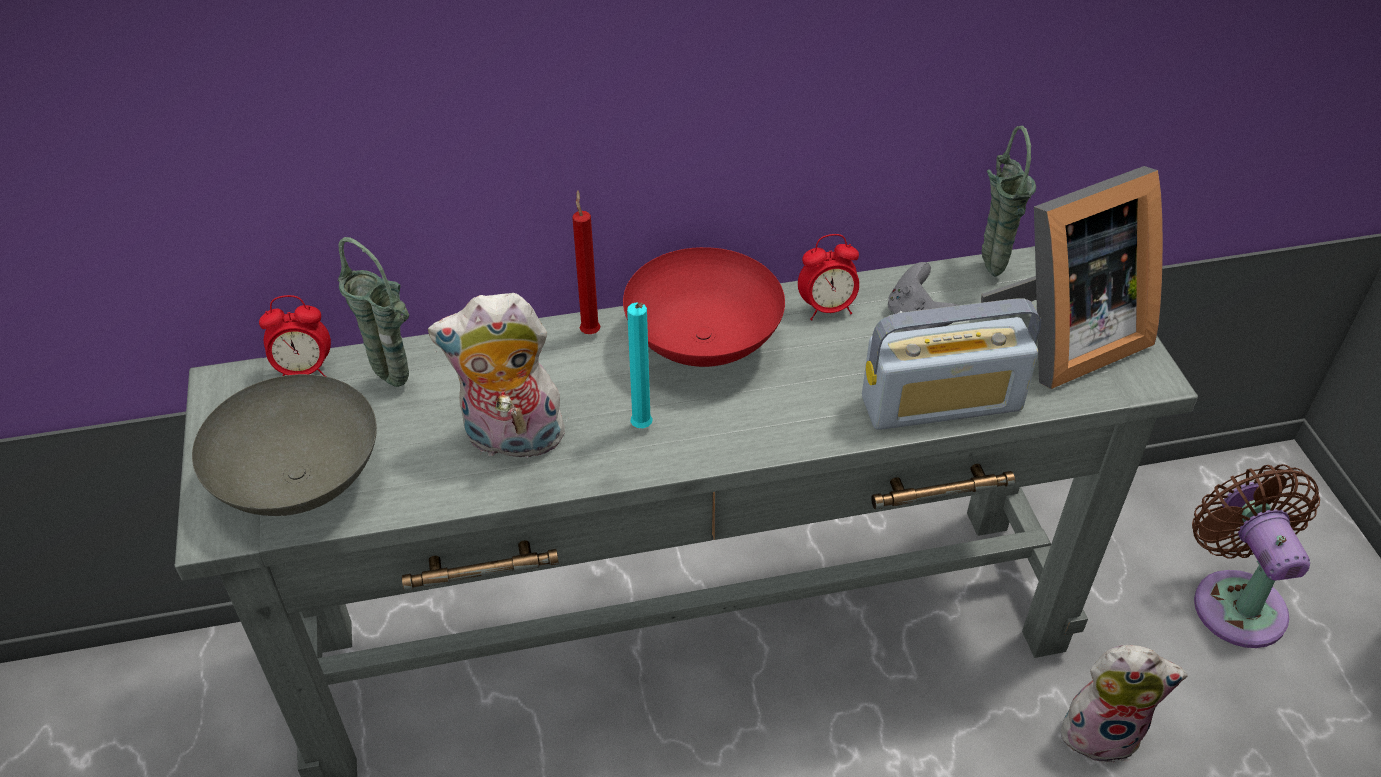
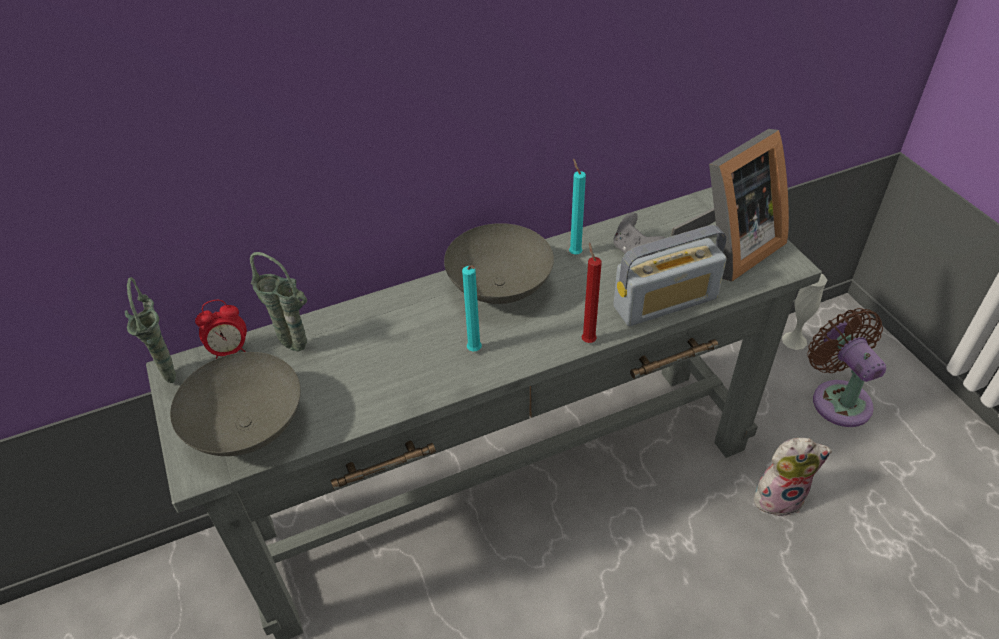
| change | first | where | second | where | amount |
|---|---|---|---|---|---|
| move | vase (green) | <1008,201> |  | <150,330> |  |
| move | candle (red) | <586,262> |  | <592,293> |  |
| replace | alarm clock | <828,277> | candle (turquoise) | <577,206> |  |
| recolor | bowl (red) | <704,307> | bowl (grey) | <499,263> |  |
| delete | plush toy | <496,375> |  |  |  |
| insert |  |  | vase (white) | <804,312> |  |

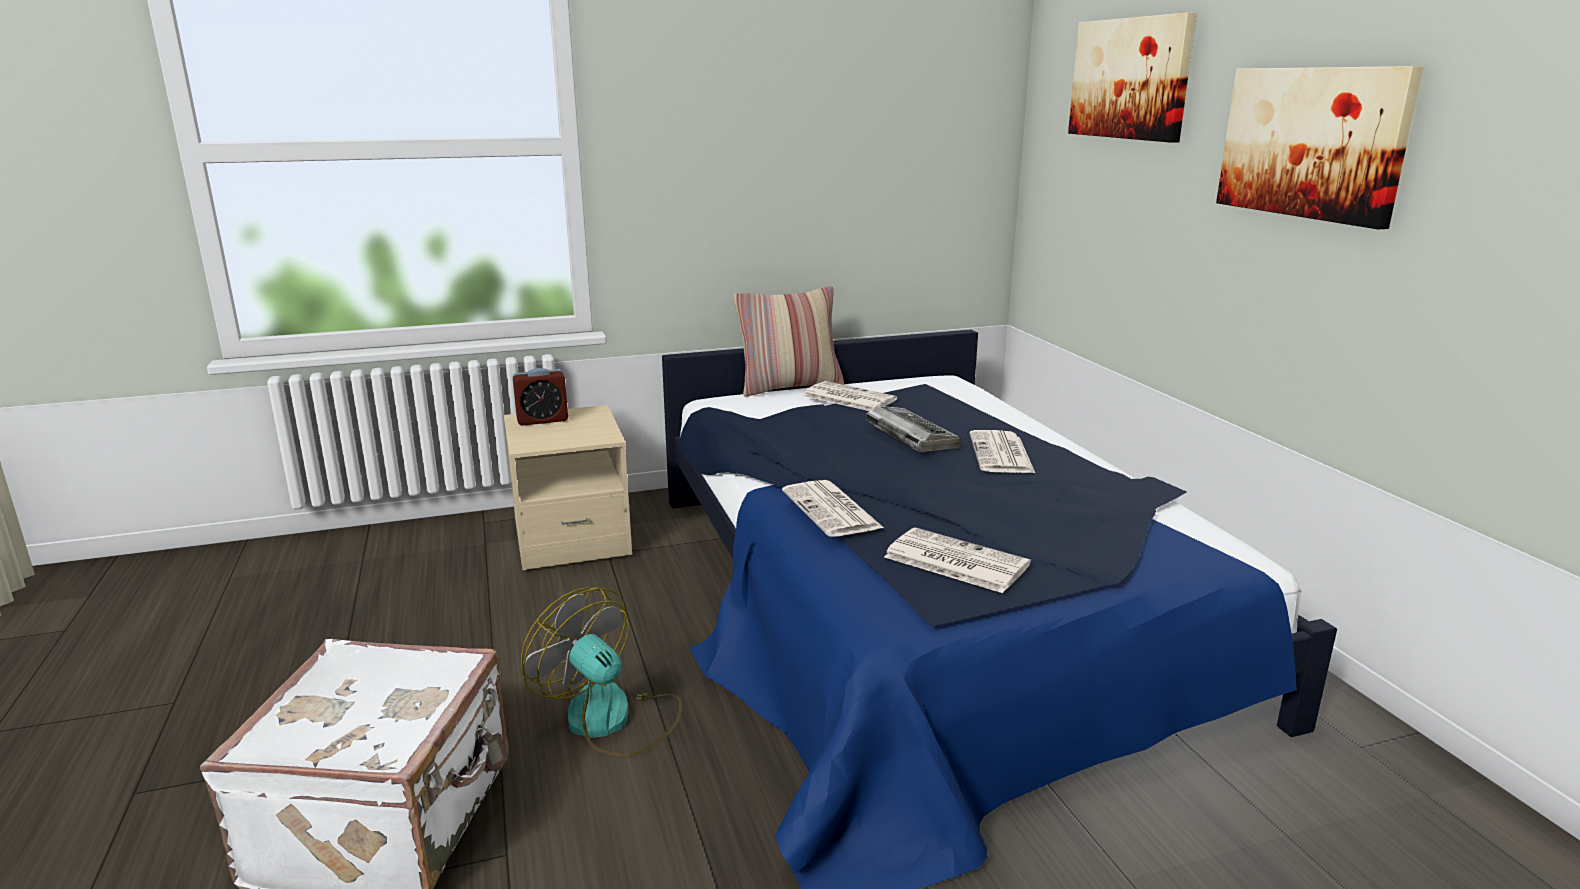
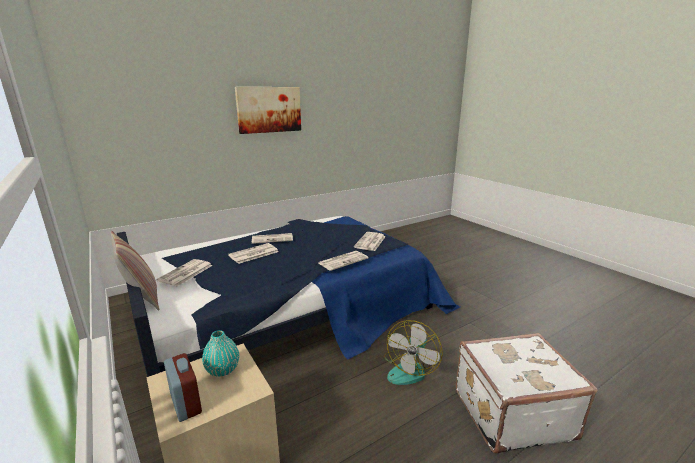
| change | first | where | second | where | amount |
|---|---|---|---|---|---|
| delete | picture | <1132,77> |  |  |  |
| replace | keyboard | <913,429> | newspaper | <253,253> |  |
| insert |  |  | vase (turquoise) | <220,353> |  |

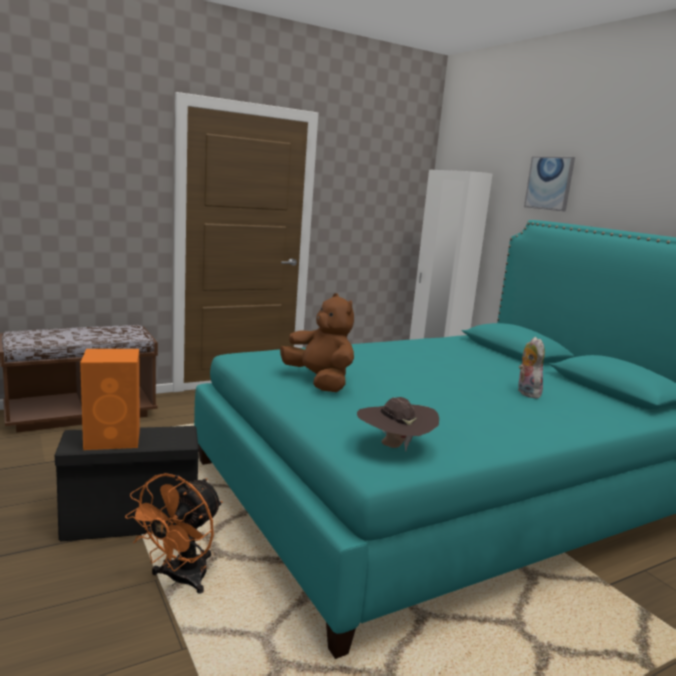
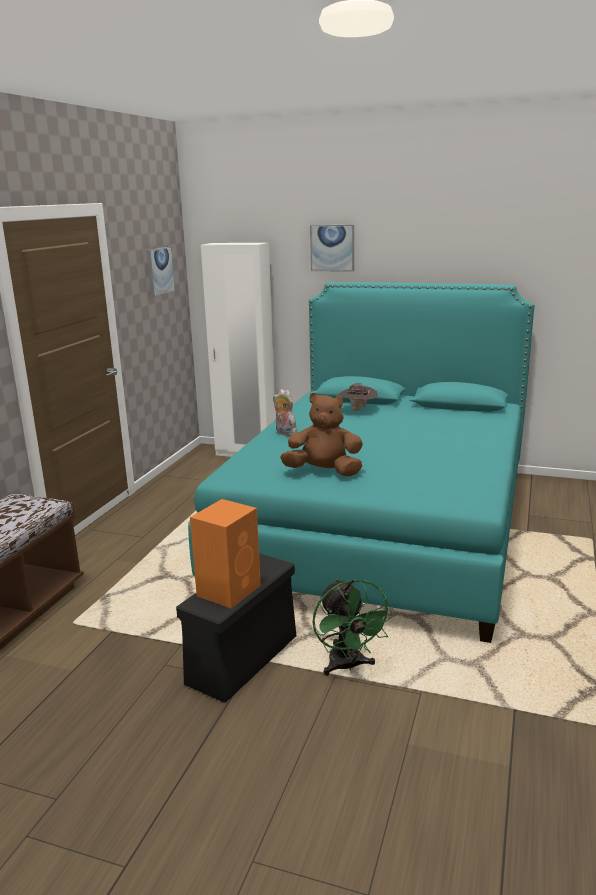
| change | first | where | second | where | amount |
|---|---|---|---|---|---|
| move | plush toy | <531,368> |  | <285,412> |  |
| move | hat (brown) | <398,424> |  | <358,397> |  |
| recolor | fan (orange) | <174,533> | fan (green) | <353,627> |  |
| insert |  |  | picture | <161,272> |  |

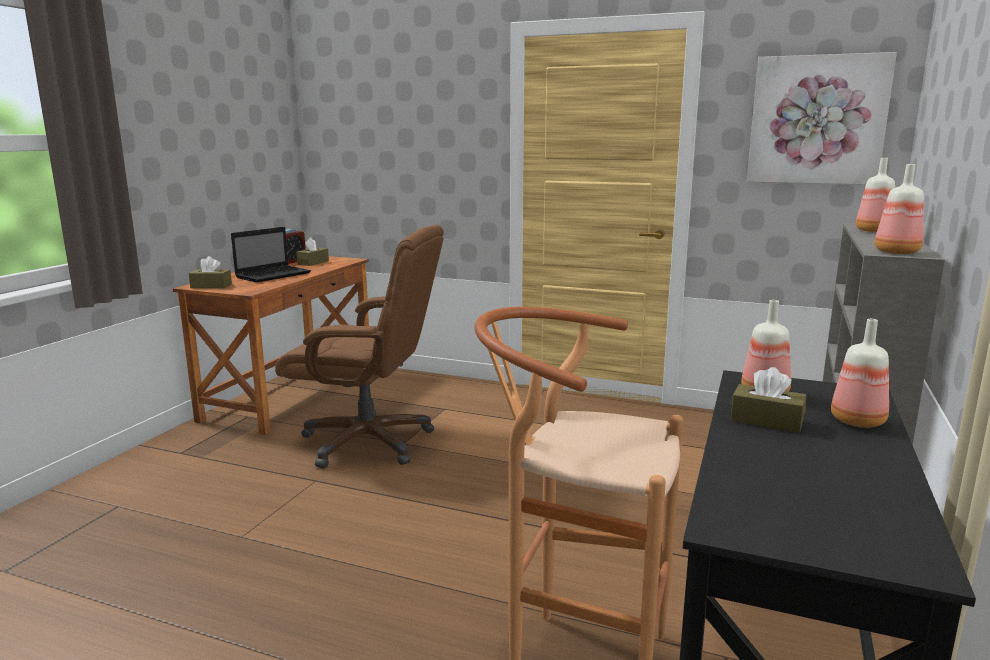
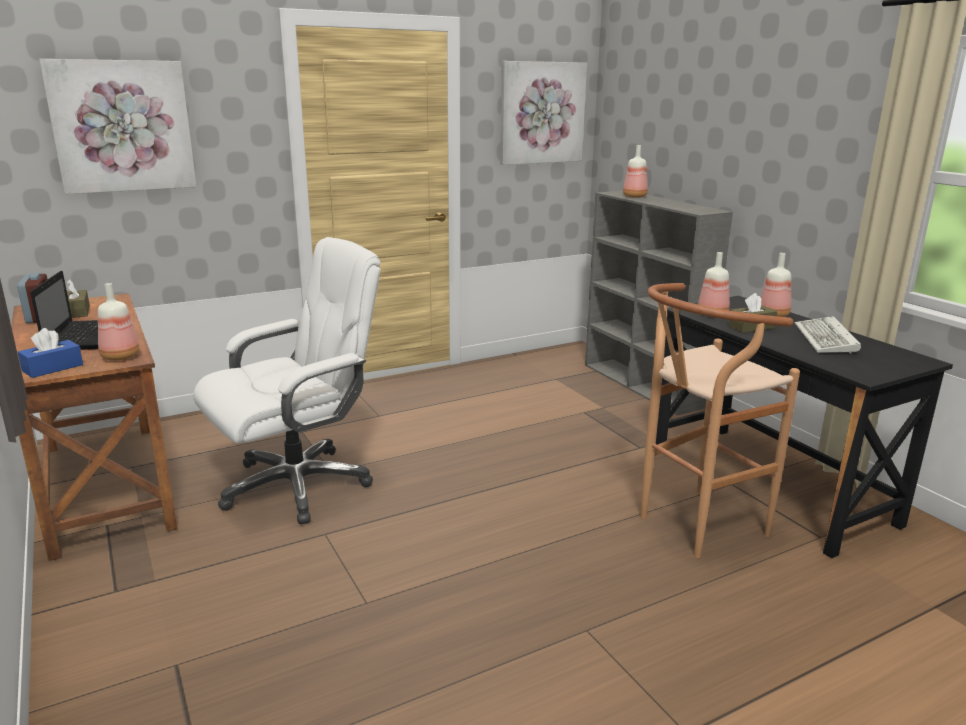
| change | first | where | second | where | amount |
|---|---|---|---|---|---|
| move | bottle | <899,209> |  | <118,322> |  |
| recolor | office chair (brown) | <359,346> | office chair (white) | <287,380> |  |
| recolor | tissue box (brown) | <210,272> | tissue box (blue) | <50,353> |  |
| insert |  |  | picture | <118,126> |  |
| insert |  |  | keyboard | <828,335> |  |

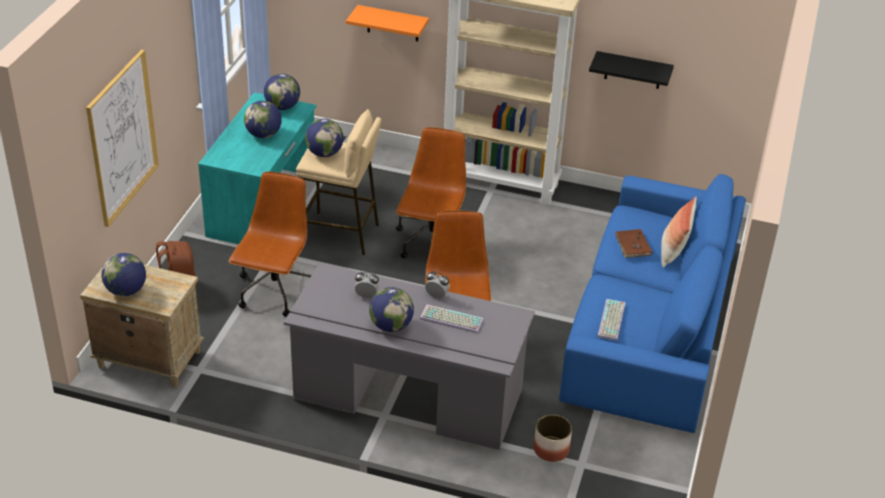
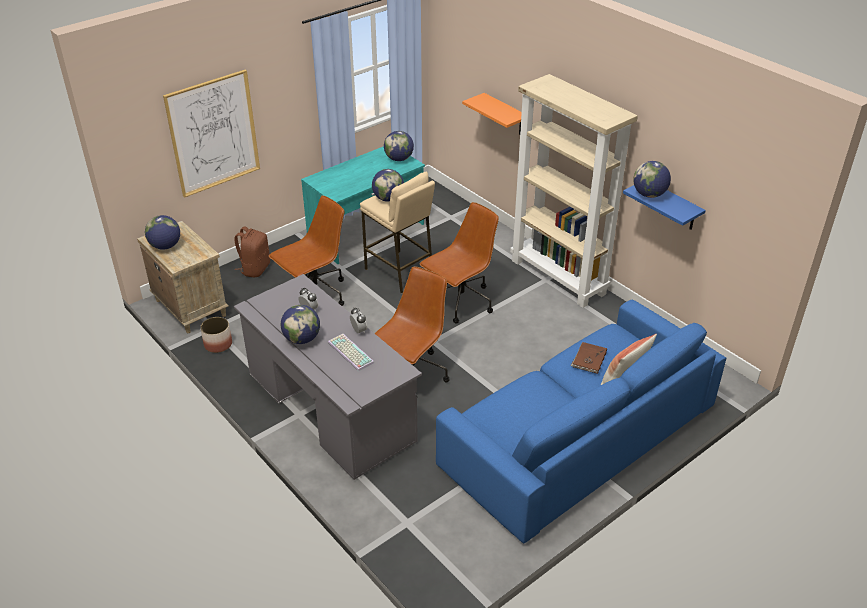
| change | first | where | second | where | amount |
|---|---|---|---|---|---|
| recolor | shelf (black) | <631,70> | shelf (blue) | <664,207> |  |
| move | globe | <263,119> |  | <652,179> |  |
| delete | keyboard | <611,320> |  |  |  |
| move | planter | <553,438> |  | <216,335> |  |

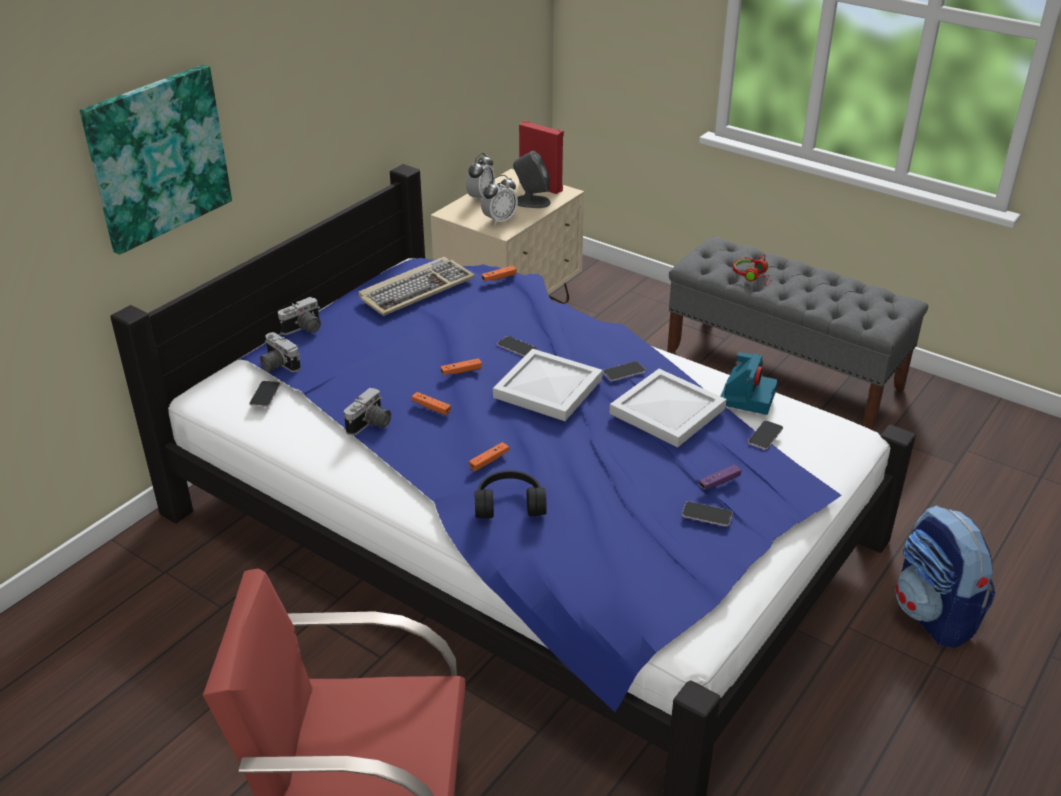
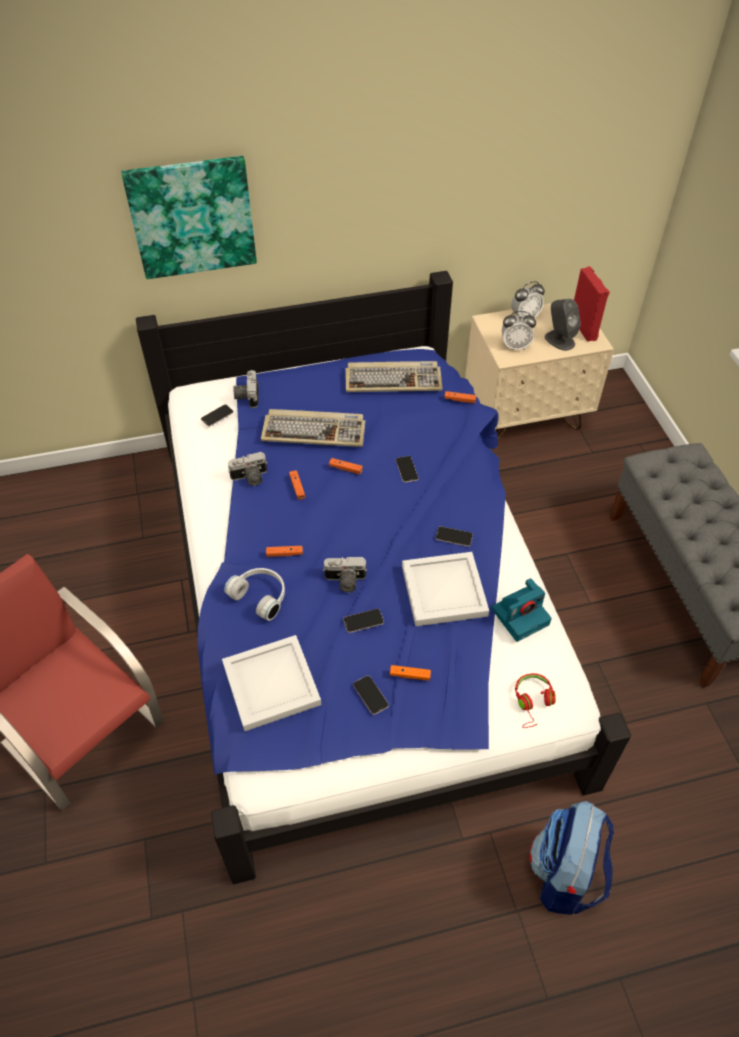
| change | first | where | second | where | amount |
|---|---|---|---|---|---|
| move | headphones (red) | <753,270> |  | <535,700> |  |
| move | photo camera | <299,316> |  | <345,574> |  |
| move | tray (white) | <548,385> |  | <271,683> |  |
| move | phone | <765,435> |  | <363,621> |  |
| recolor | game controller (purple) | <720,477> | game controller (orange) | <410,673> |  |
| recolor | headphones (black) | <510,494> | headphones (white) | <254,594> |  |
| insert |  |  | keyboard | <313,428> |  |

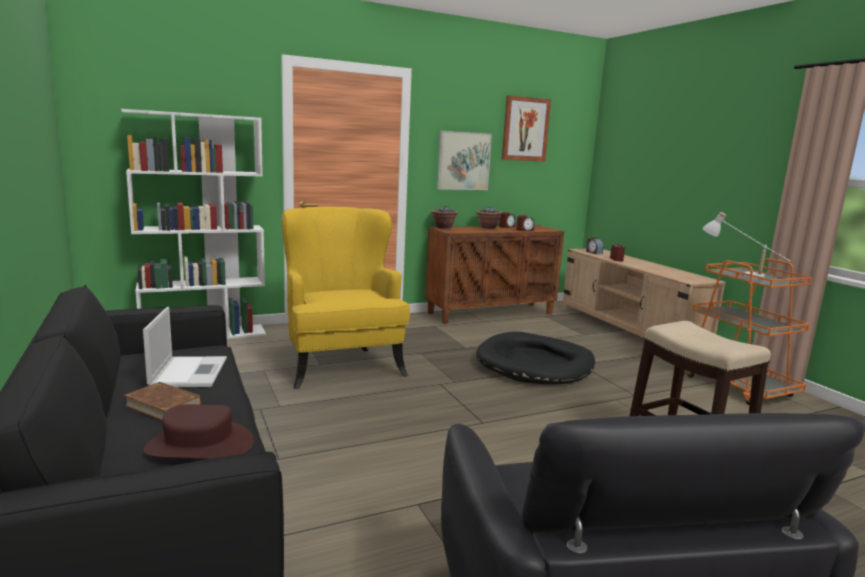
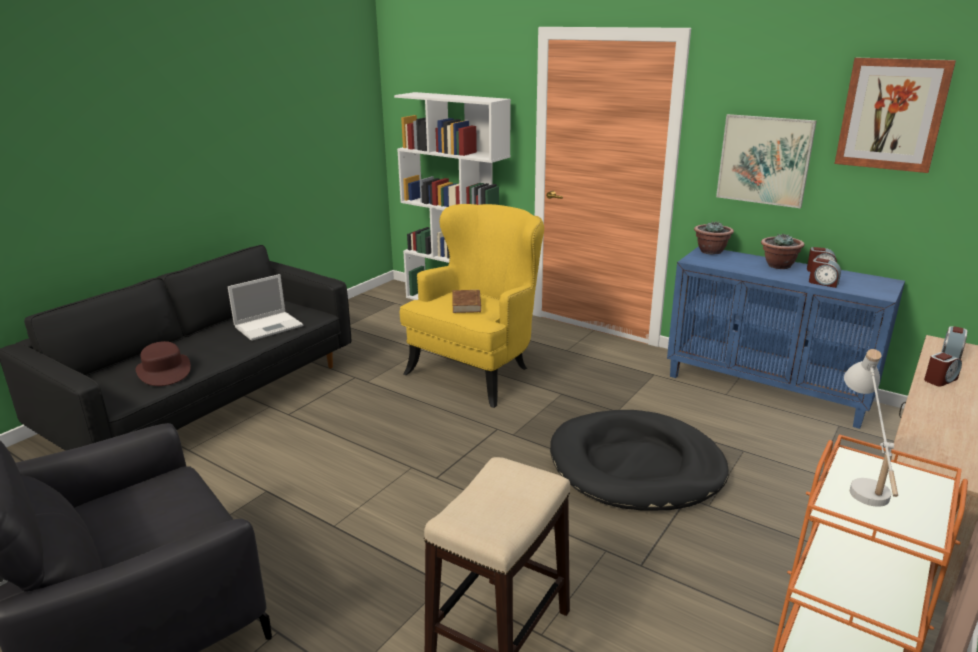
| change | first | where | second | where | amount |
|---|---|---|---|---|---|
| recolor | cabinet (brown) | <494,274> | cabinet (blue) | <786,337> |  |
| move | book (brown) | <162,401> |  | <466,301> |  |

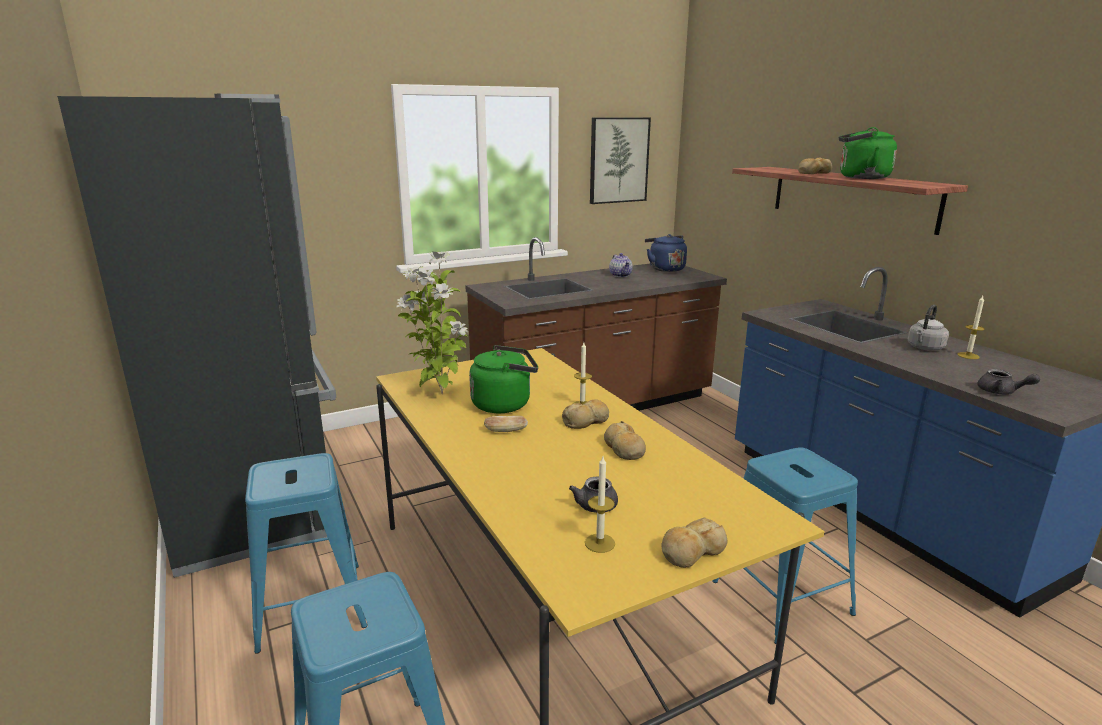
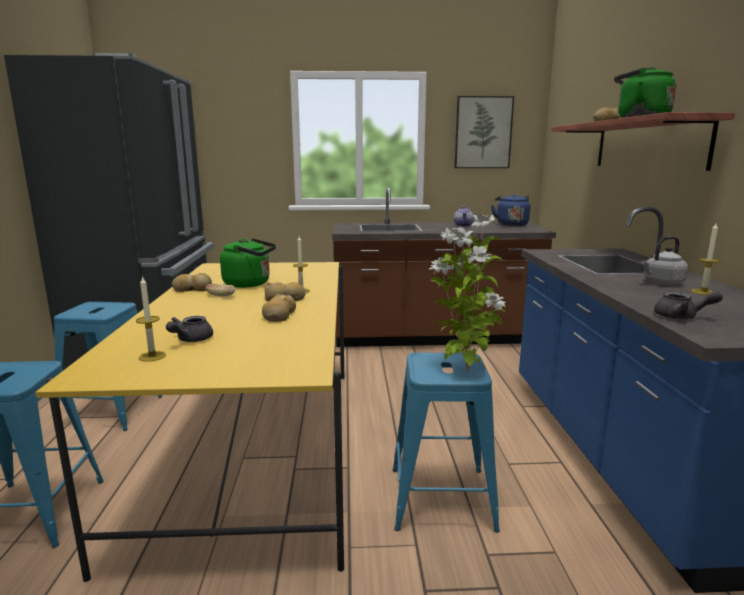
| change | first | where | second | where | amount |
|---|---|---|---|---|---|
| move | potted plant | <432,322> |  | <467,292> |  |
| rotate | teapot (grey) | <1008,382> |  | <688,305> | 45 degrees counterclockwise |
| move | bread | <694,543> |  | <192,282> |  |

